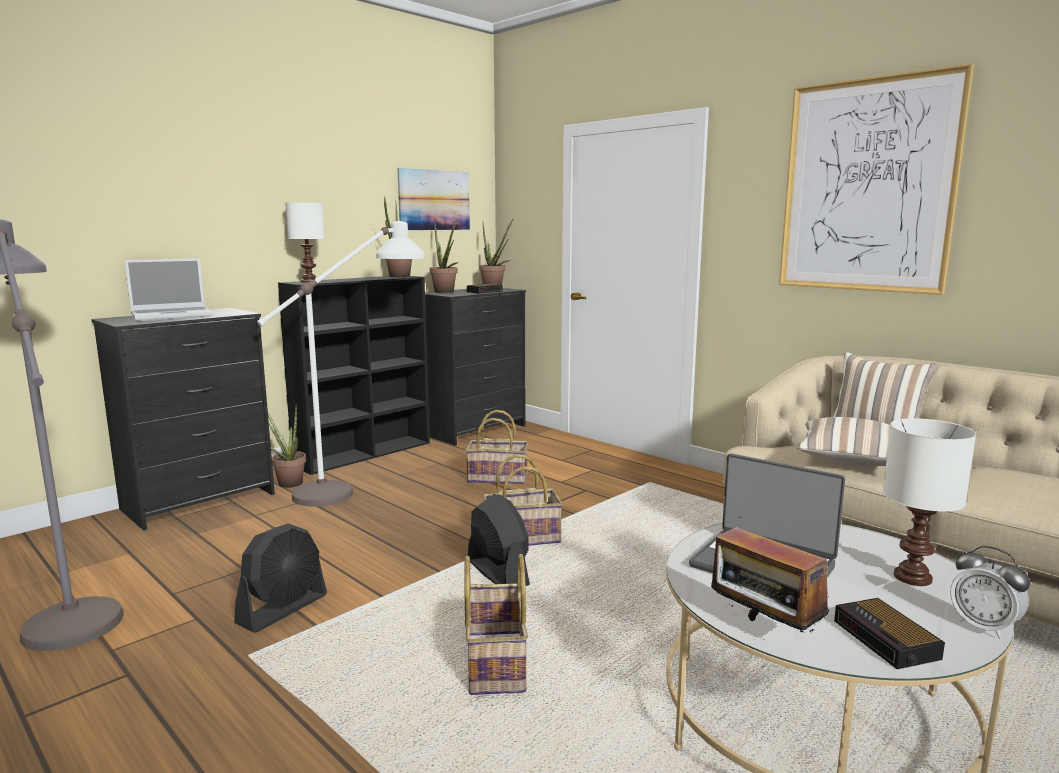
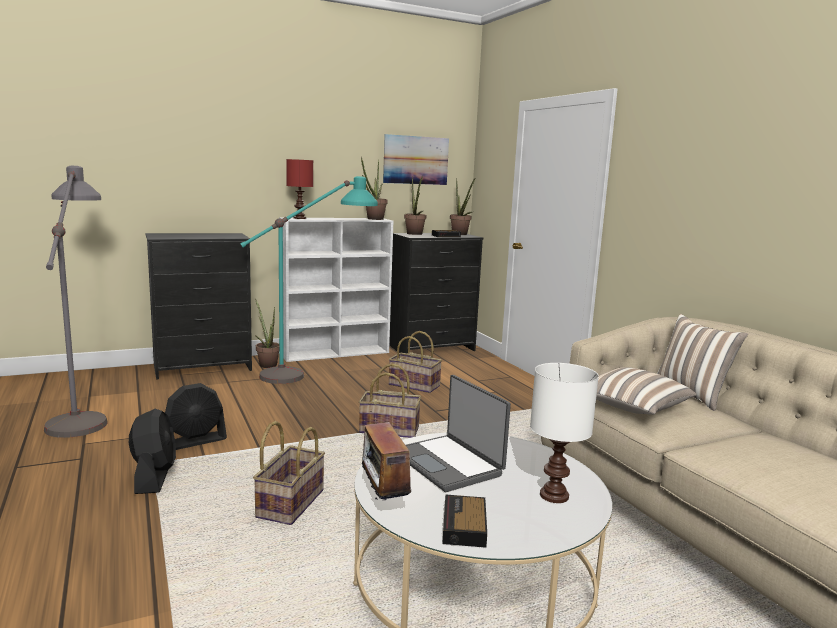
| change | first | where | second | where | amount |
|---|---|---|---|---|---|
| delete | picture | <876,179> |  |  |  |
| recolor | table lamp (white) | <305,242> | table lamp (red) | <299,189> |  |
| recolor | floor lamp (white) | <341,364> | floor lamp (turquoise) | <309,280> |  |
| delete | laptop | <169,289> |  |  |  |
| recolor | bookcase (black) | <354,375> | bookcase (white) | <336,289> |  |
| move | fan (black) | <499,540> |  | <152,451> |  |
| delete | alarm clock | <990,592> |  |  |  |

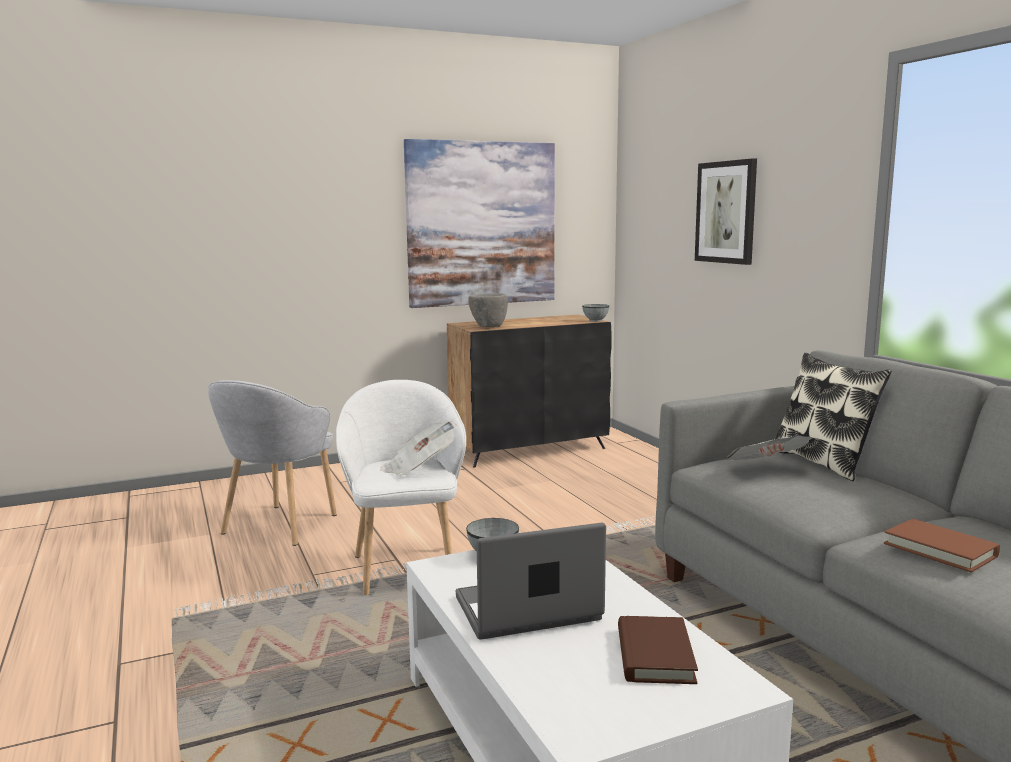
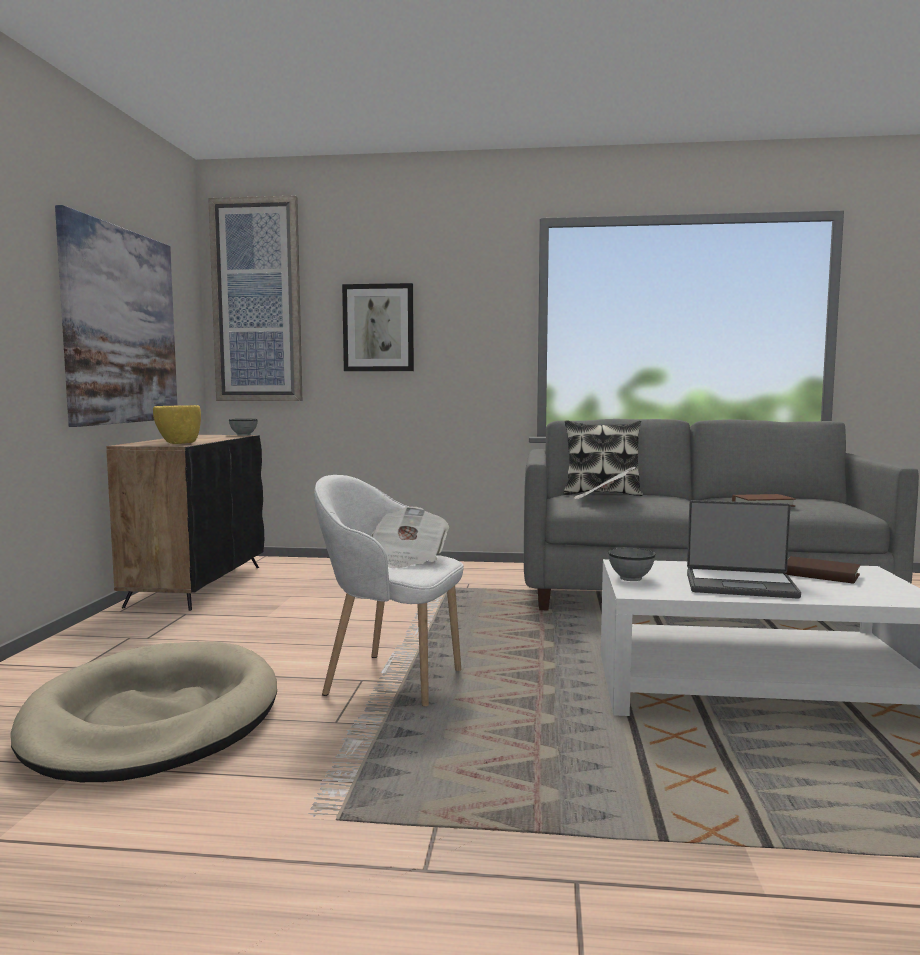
| change | first | where | second | where | amount |
|---|---|---|---|---|---|
| recolor | bowl (grey) | <488,310> | bowl (yellow) | <177,424> |  |
| replace | armchair (grey) | <272,463> | dog bed (beige) | <144,711> |  |
| rotate | laptop | <531,581> |  | <744,549> | 90 degrees counterclockwise |
| insert |  |  | picture | <255,298> |  |

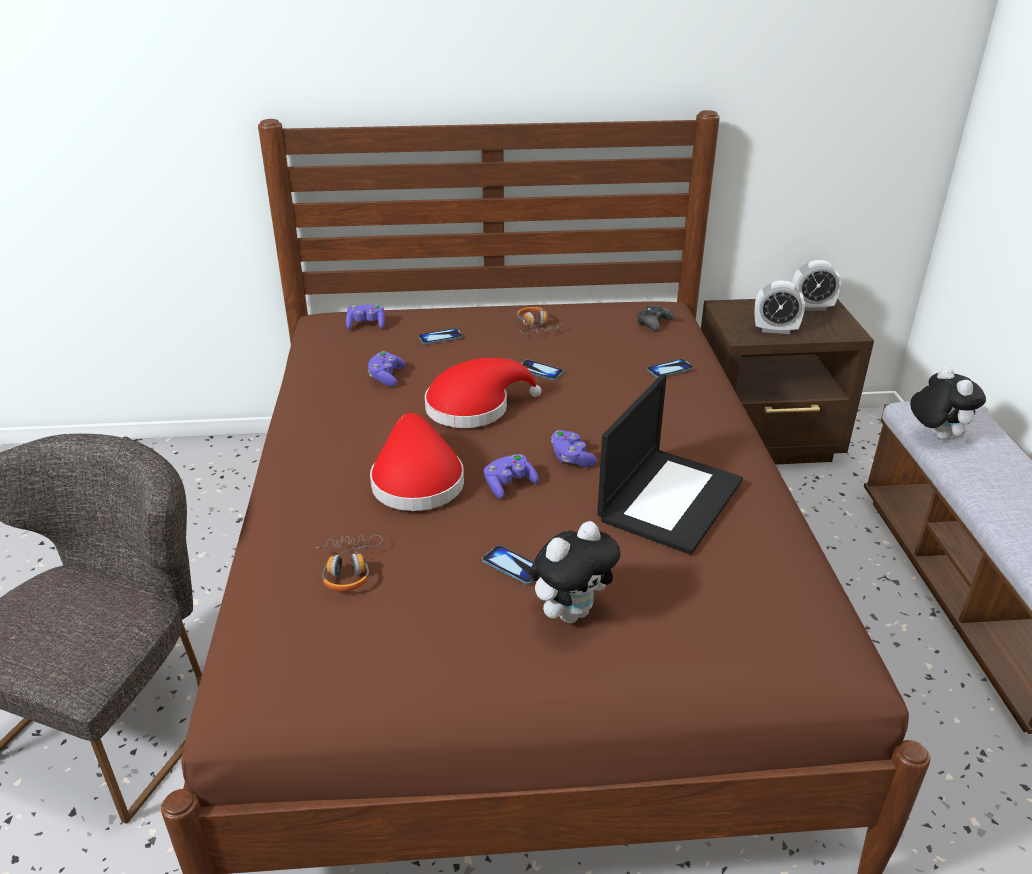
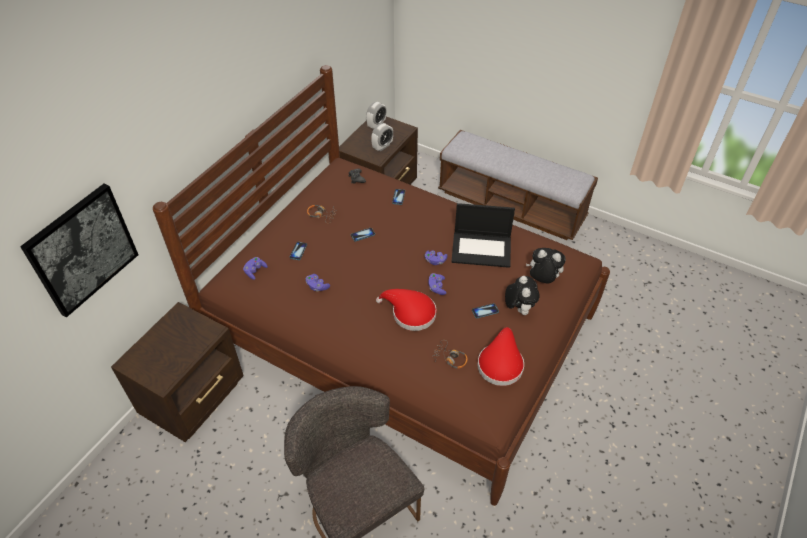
| change | first | where | second | where | amount |
|---|---|---|---|---|---|
| move | hat (red) | <483,393> |  | <500,356> |  |
| move | plush toy | <948,403> |  | <546,265> |  |
| rotate | laptop | <670,464> |  | <483,235> | 120 degrees clockwise |
| insert |  |  | picture | <79,251> |  |
| insert |  |  | nightstand (brown) | <177,372> |  |

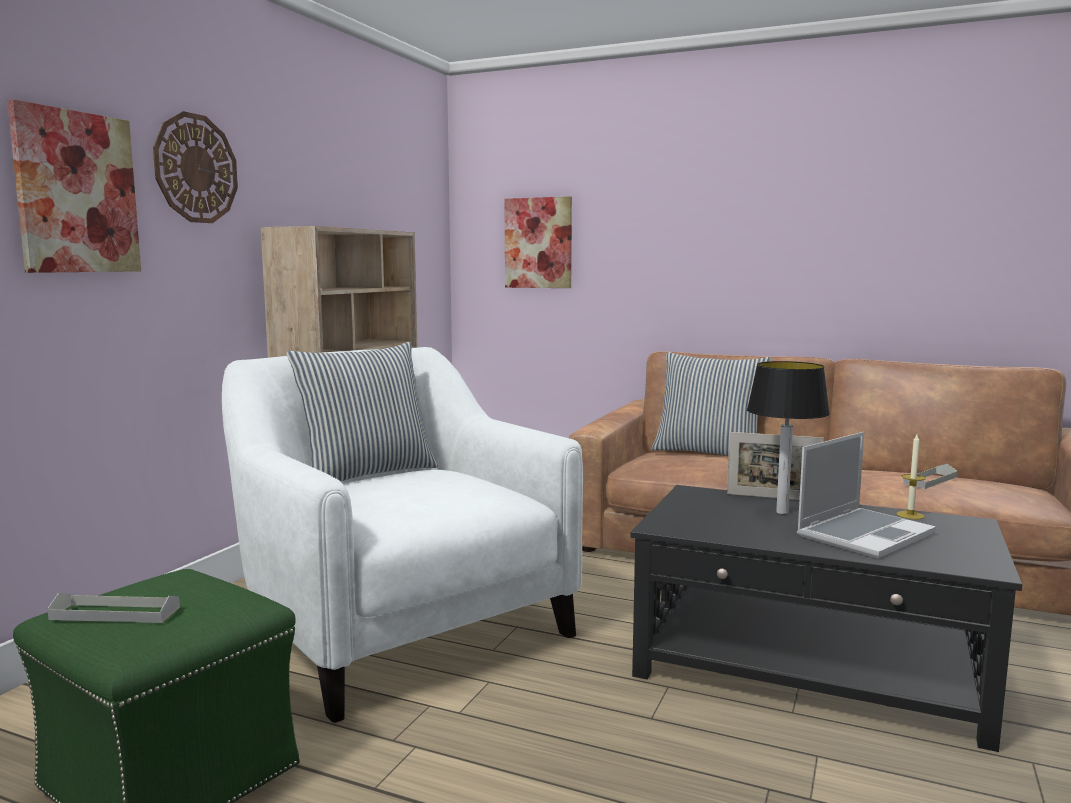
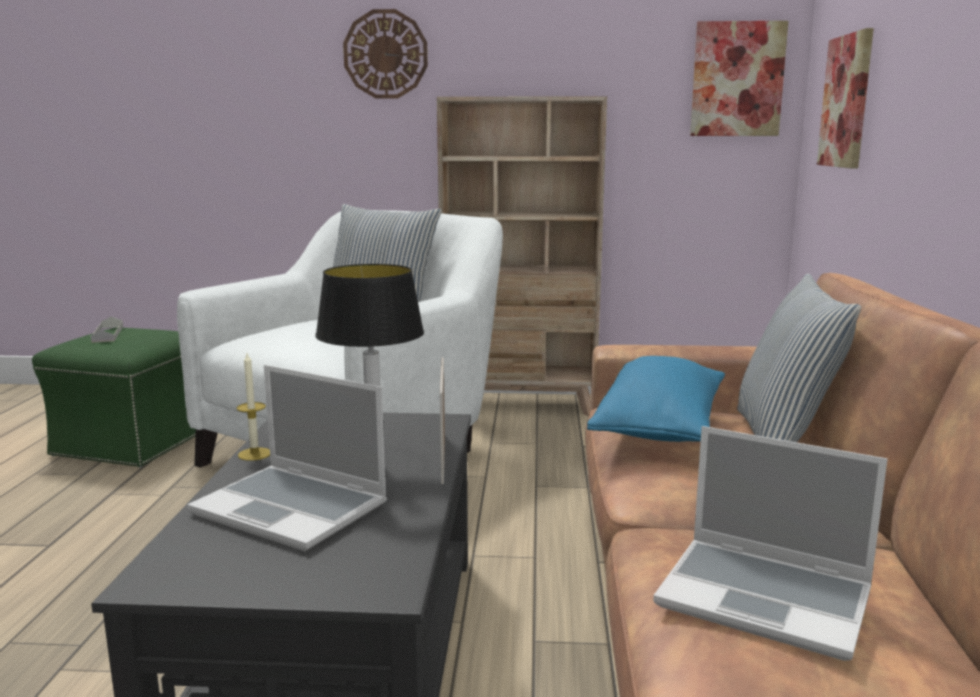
| change | first | where | second | where | amount |
|---|---|---|---|---|---|
| move | picture | <74,186> |  | <739,78> |  |
| move | candle | <911,477> |  | <253,407> |  |
| replace | tray (grey) | <930,476> | laptop | <770,543> |  |
| insert |  |  | pillow (blue) | <656,399> |  |

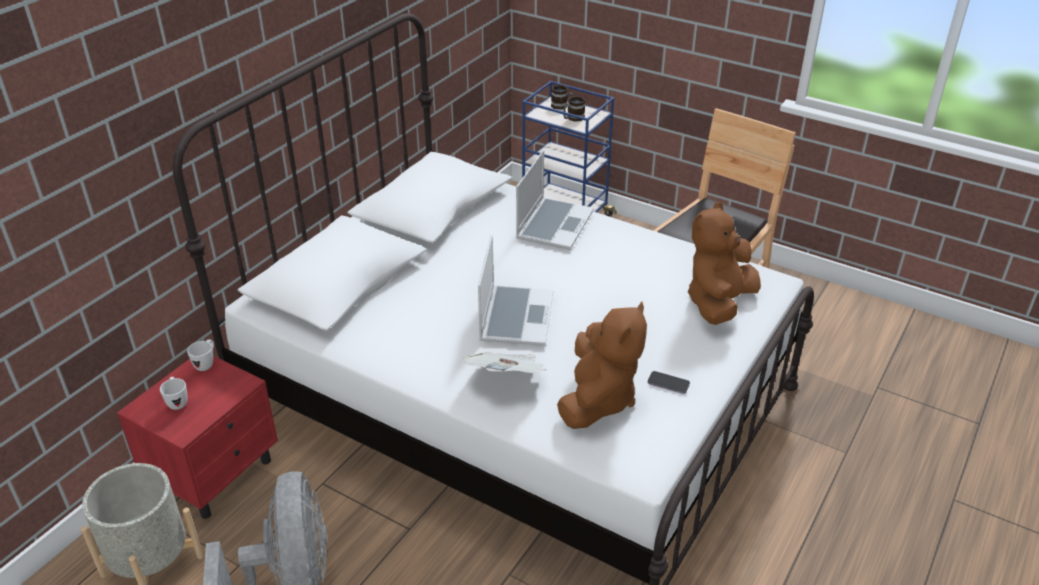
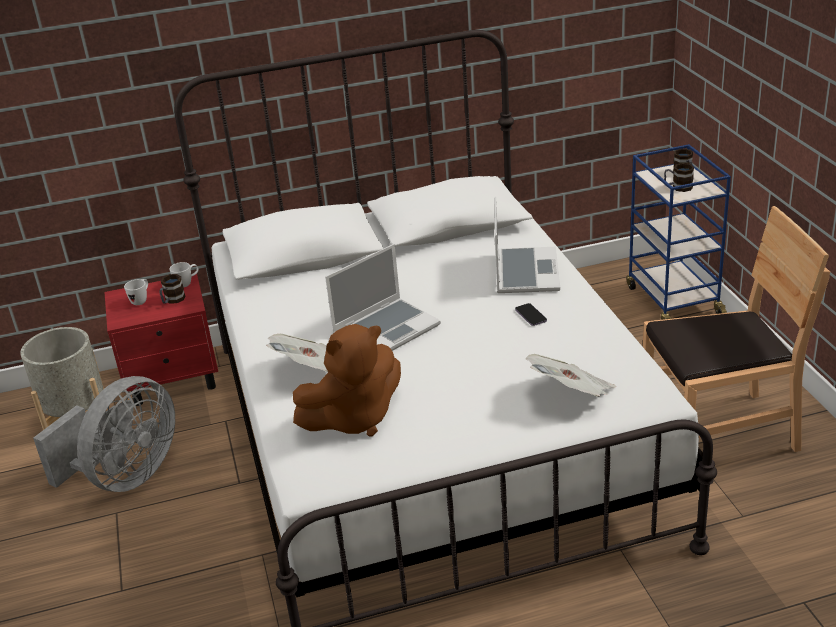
| change | first | where | second | where | amount |
|---|---|---|---|---|---|
| rotate | laptop | <555,200> |  | <527,245> | 60 degrees counterclockwise |
| replace | plush toy (brown) | <724,263> | newspaper | <571,375> |  |
| move | phone | <669,382> |  | <531,314> |  |
| insert |  |  | mug | <172,289> |  |

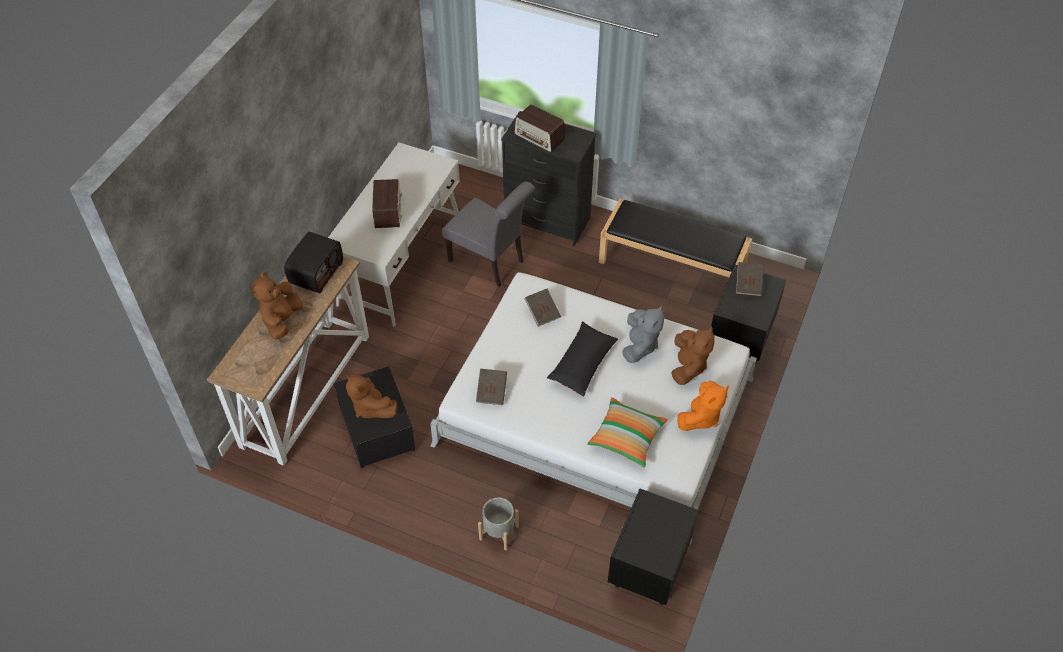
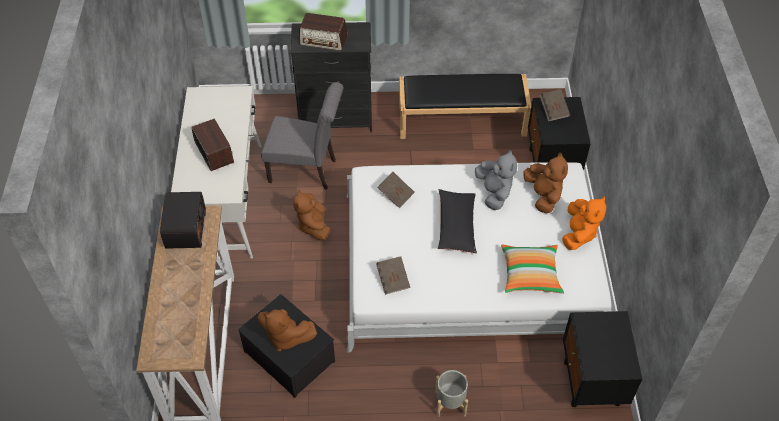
| change | first | where | second | where | amount |
|---|---|---|---|---|---|
| move | plush toy (brown) | <277,305> |  | <311,215> |  |

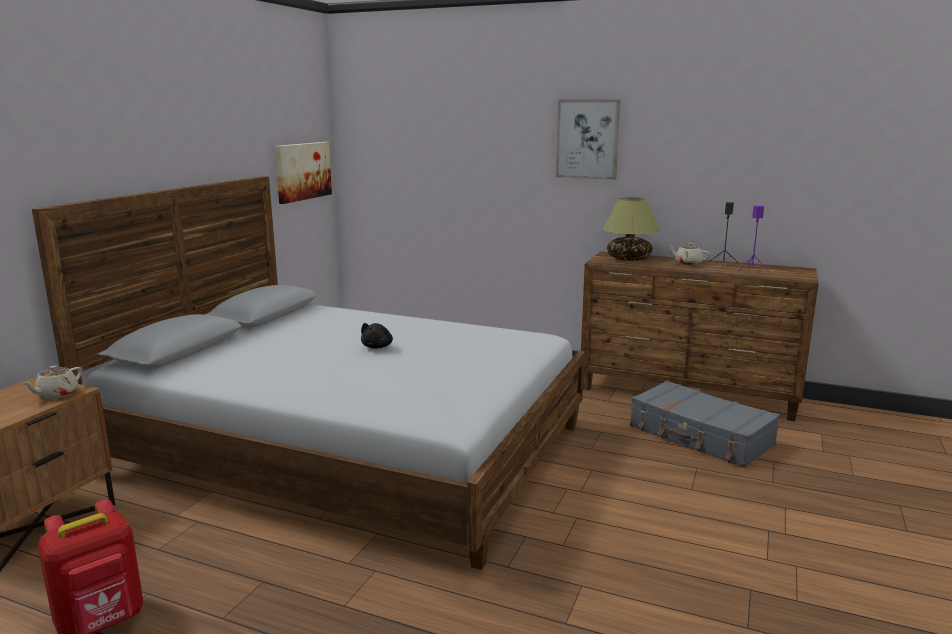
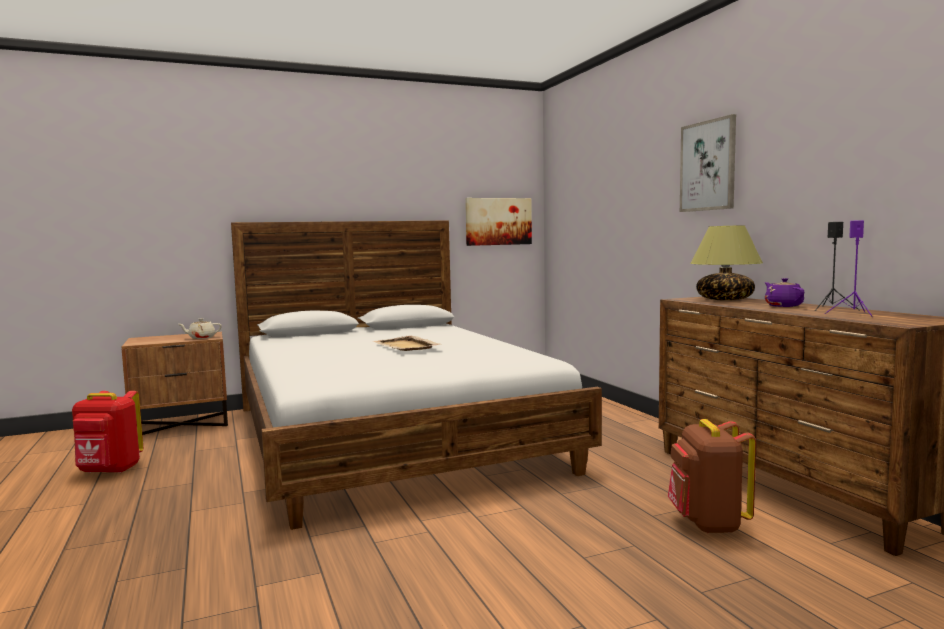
| change | first | where | second | where | amount |
|---|---|---|---|---|---|
| recolor | teapot (beige) | <689,254> | teapot (purple) | <784,292> |  |
| replace | plush toy (black) | <377,336> | tray (beige) | <406,343> |  |
| replace | suitcase (grey) | <705,424> | backpack (brown) | <712,476> |  |

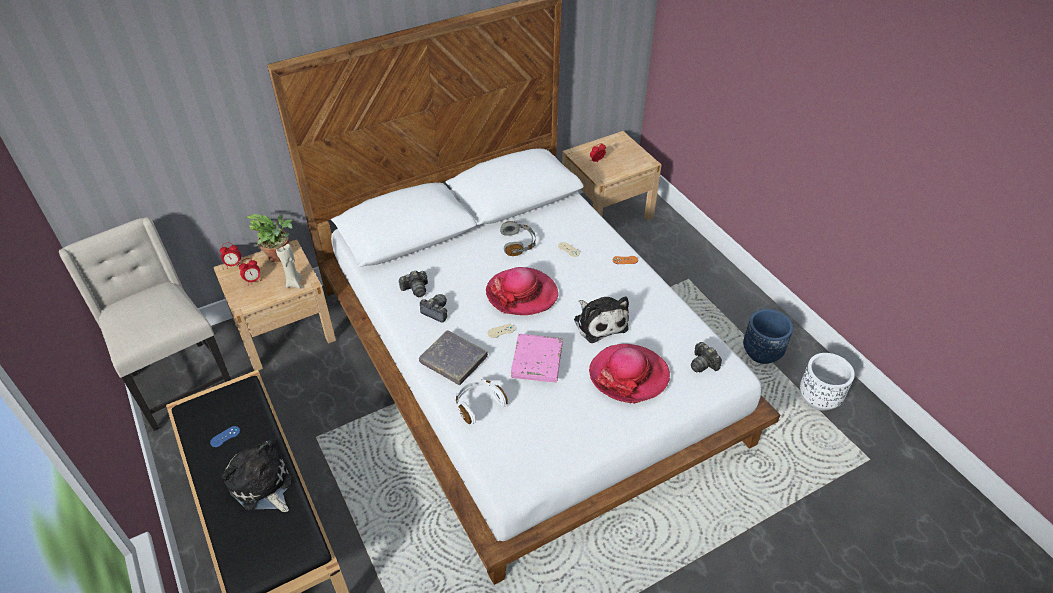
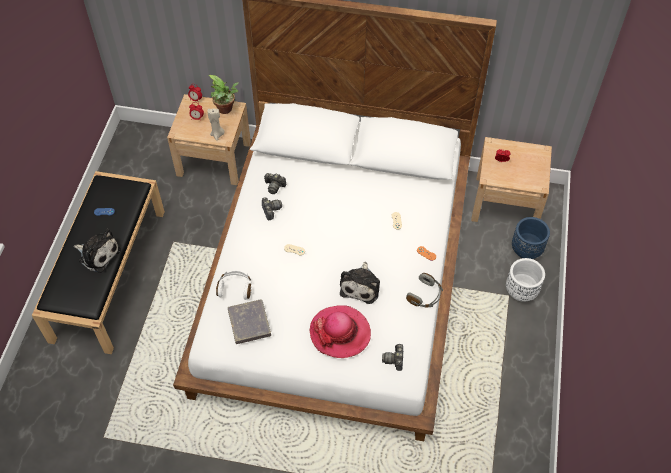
| change | first | where | second | where | amount |
|---|---|---|---|---|---|
| delete | chair (beige) | <145,324> |  |  |  |
| move | headphones (grey) | <518,238> |  | <424,290> |  |
| delete | hat | <522,291> |  |  |  |
| move | planter (blue) | <768,336> |  | <531,238> |  |
| move | book (grey) | <453,357> |  | <249,321> |  |
| delete | book (pink) | <537,358> |  |  |  |
| move | planter (white) | <827,382> |  | <525,280> |  |
| rotate | plush toy | <257,475> |  | <97,251> | 120 degrees clockwise |

